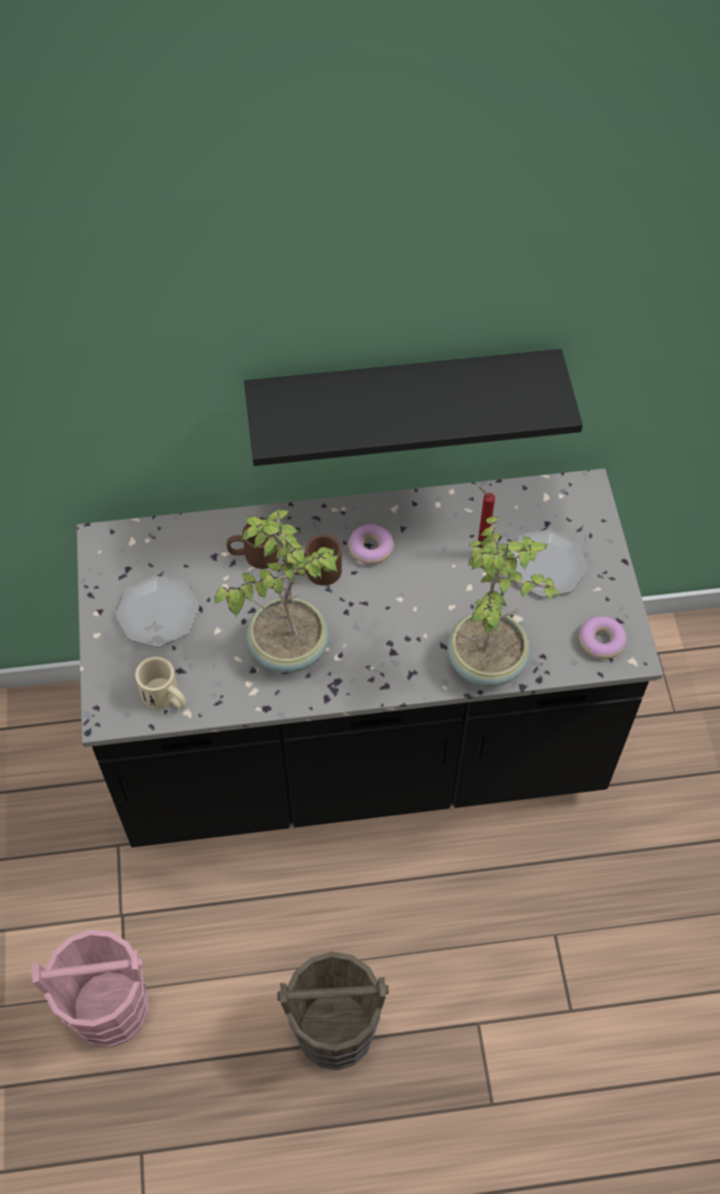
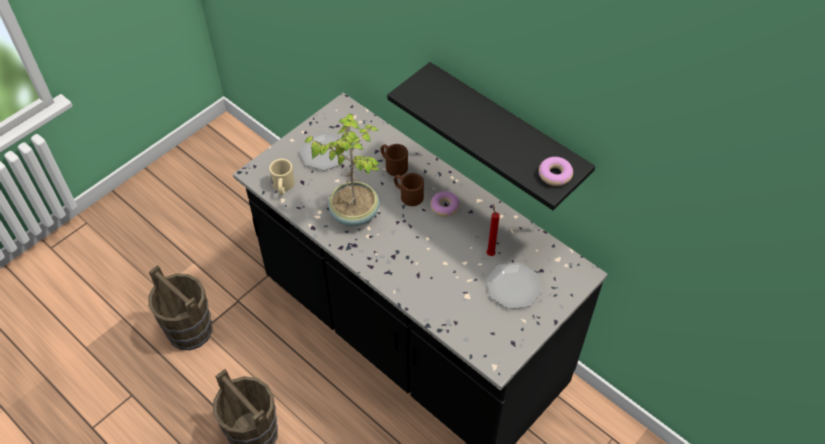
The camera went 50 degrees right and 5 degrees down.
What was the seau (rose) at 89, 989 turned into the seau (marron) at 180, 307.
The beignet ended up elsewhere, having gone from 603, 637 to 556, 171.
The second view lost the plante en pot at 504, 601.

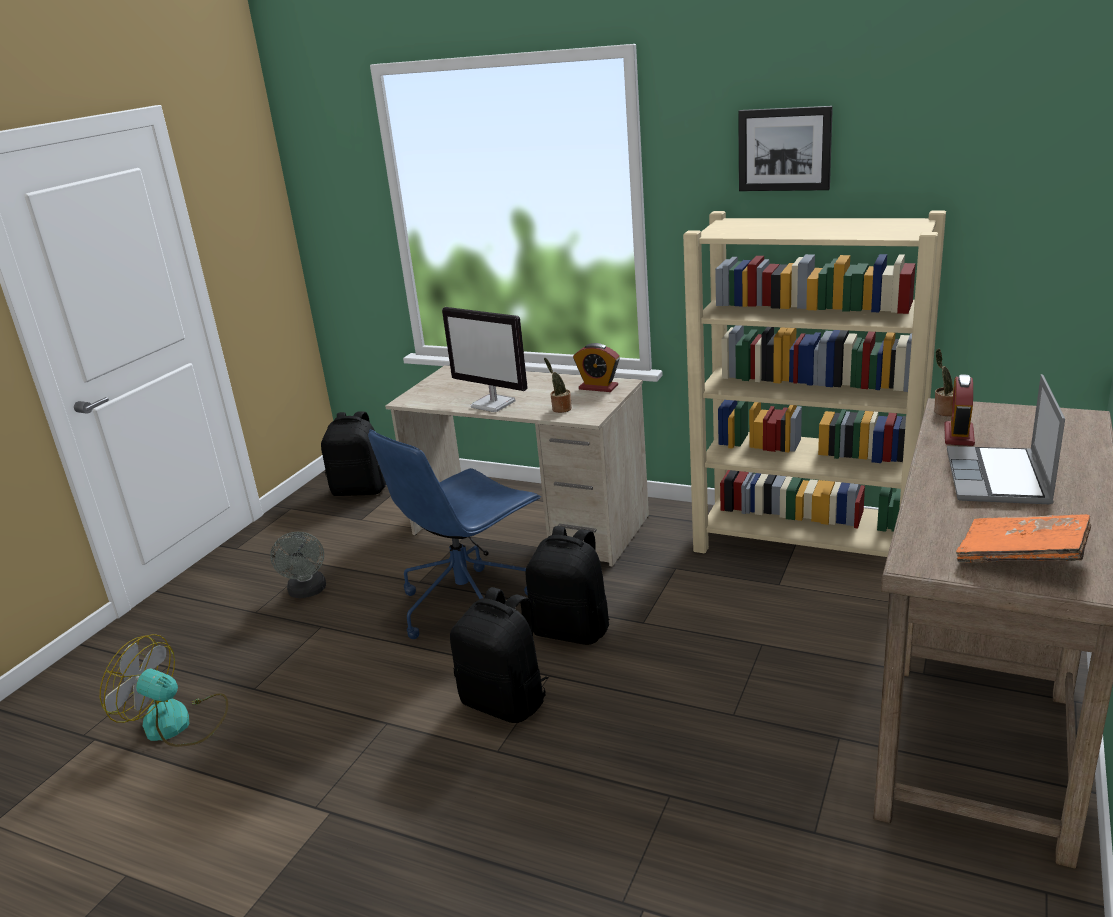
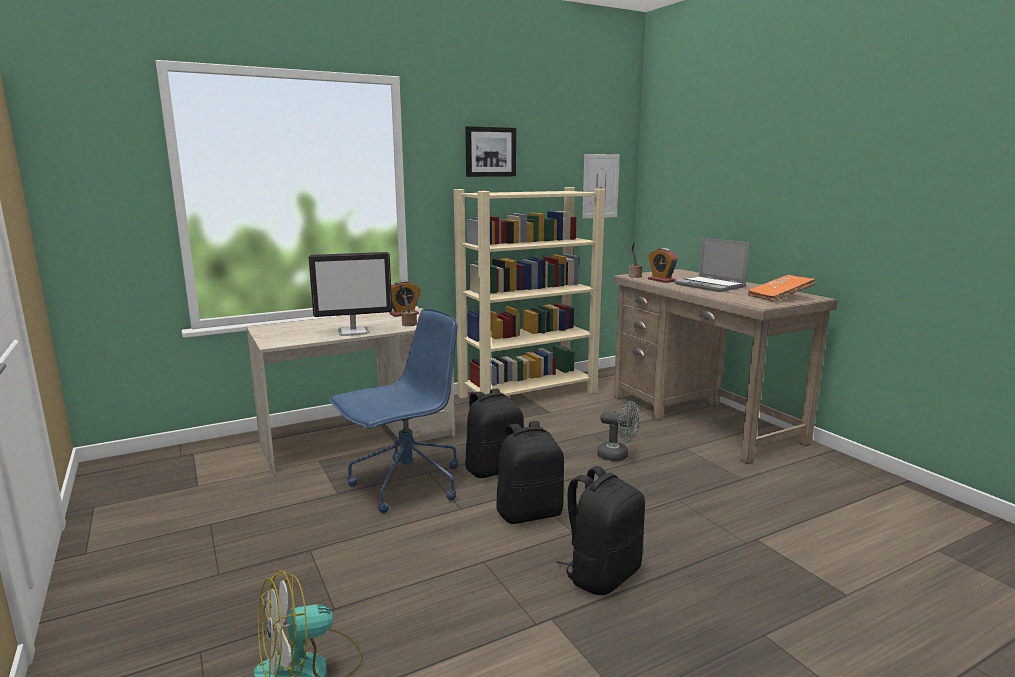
The camera went 55 degrees left and 10 degrees down.
The chaise de bureau (bleu) at 454, 534 ended up facing another way, 120 degrees counterclockwise from before.
The sac à dos (noir) ended up elsewhere, having gone from 353, 453 to 600, 530.
The second view gained the tableau at 601, 186.
The ventilateur (gris) ended up elsewhere, having gone from 298, 565 to 618, 431.

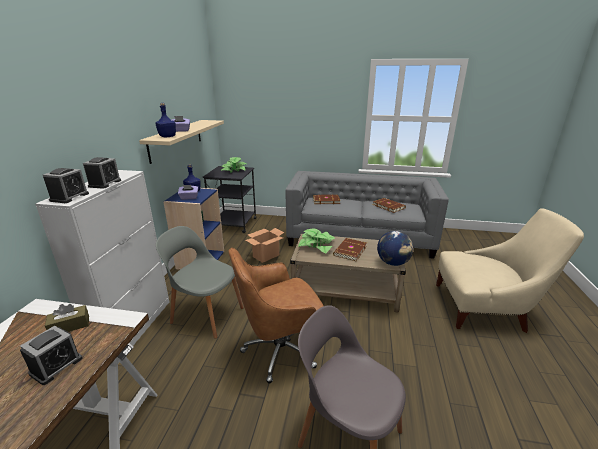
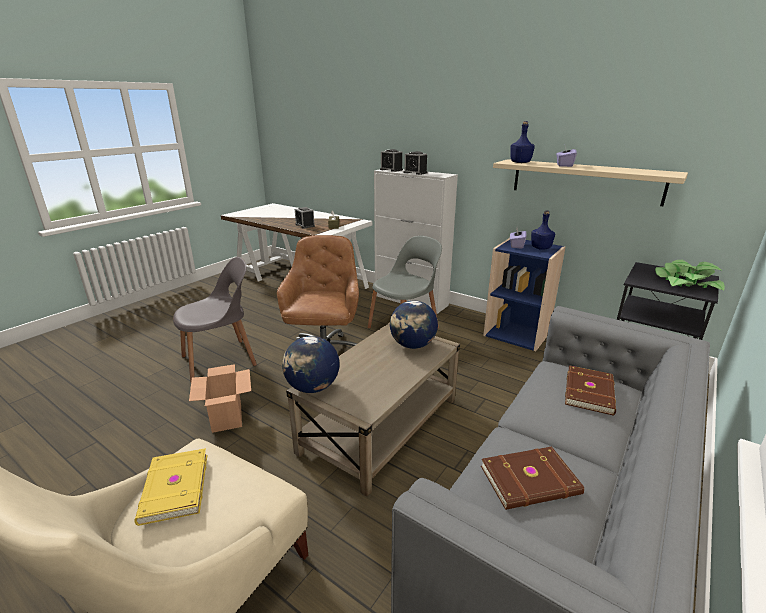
The camera went 115 degrees right and 0 degrees up.
The second view gained the livre (jaune) at 170, 487.
The carton ended up elsewhere, having gone from 264, 245 to 220, 398.
Where the plante en pot stood at 316, 241, the globe came to stand at 414, 325.
The second view lost the livre (marron) at 350, 249.

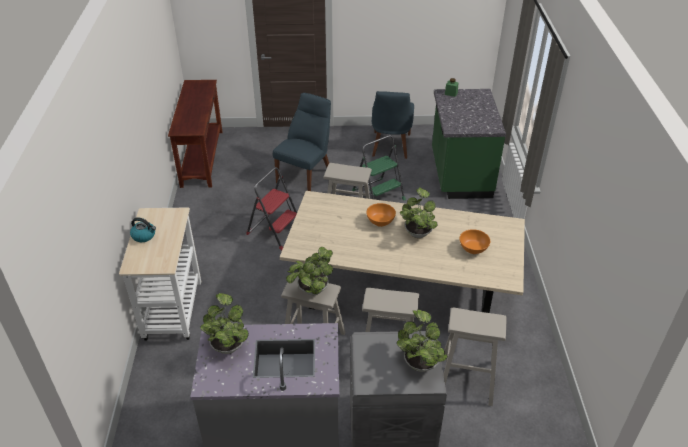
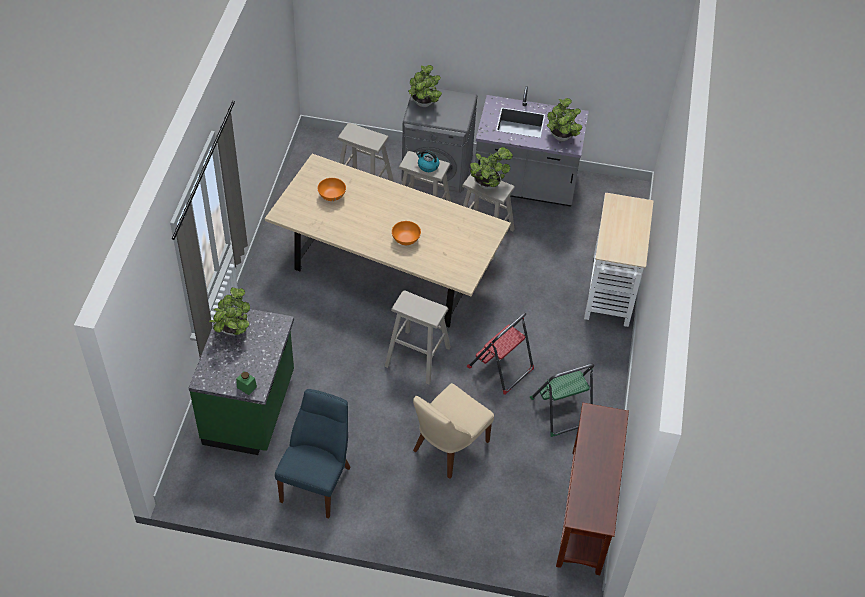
The camera went 170 degrees left and 10 degrees up.
The plante en pot ended up elsewhere, having gone from 418, 212 to 229, 311.
What was the chaise (bleu) at 302, 142 turned into the chaise (beige) at 453, 431.
The bouilloire ended up elsewhere, having gone from 143, 229 to 427, 161.
The escabeau (vert) ended up elsewhere, having gone from 379, 167 to 562, 400.

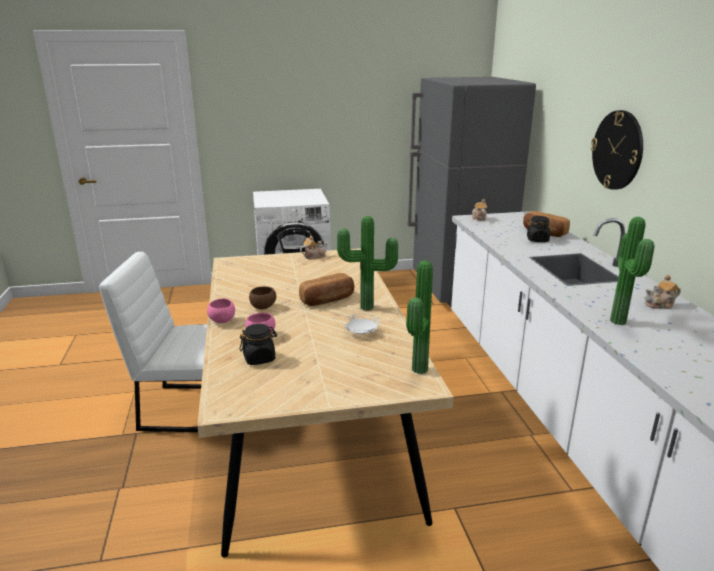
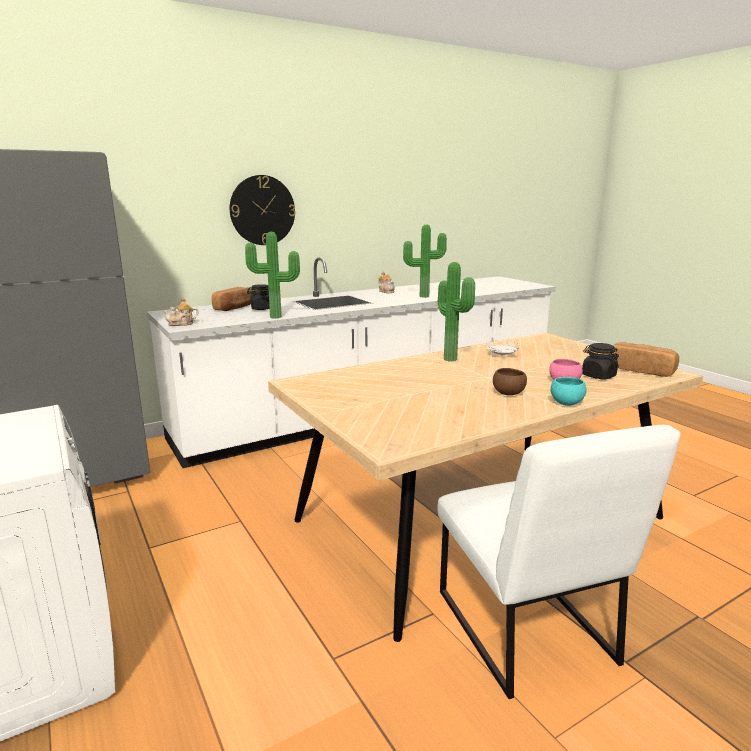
The camera went 110 degrees left and 5 degrees down.
The plante en pot ended up elsewhere, having gone from 419, 317 to 272, 275.
What was the bol (rose) at 221, 310 turned into the bol (turquoise) at 568, 391.
The pain ended up elsewhere, having gone from 326, 289 to 646, 359.
The second view lost the théière at 314, 247.

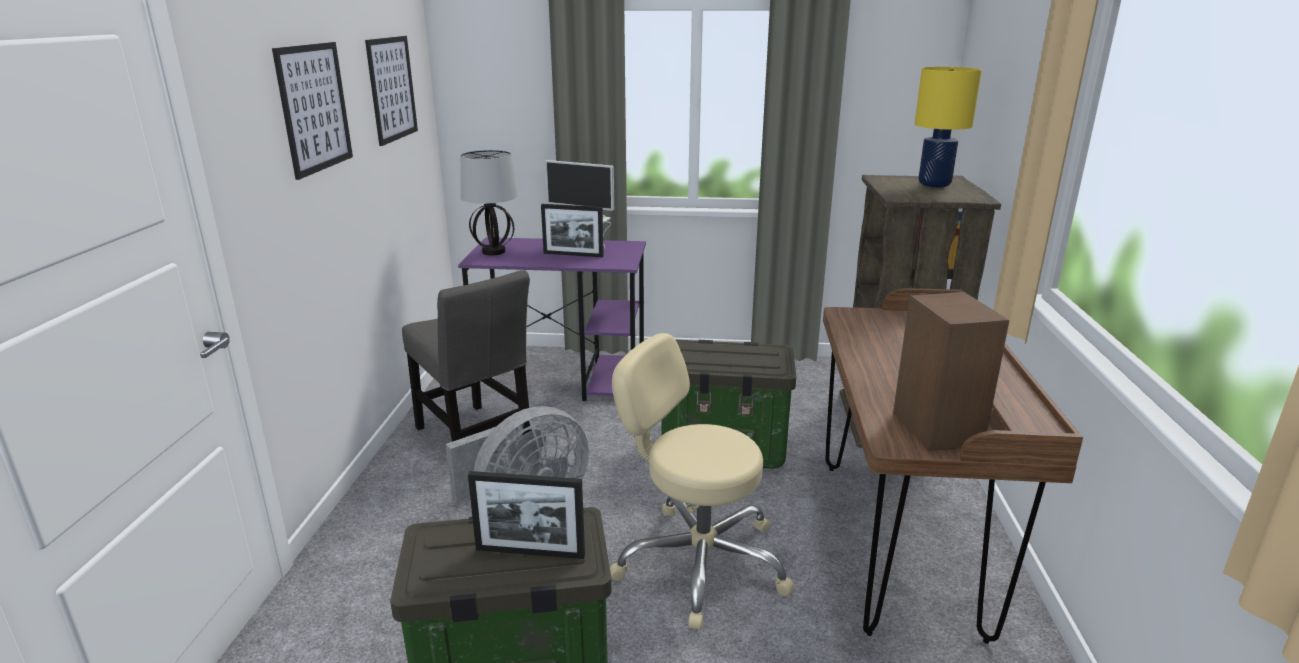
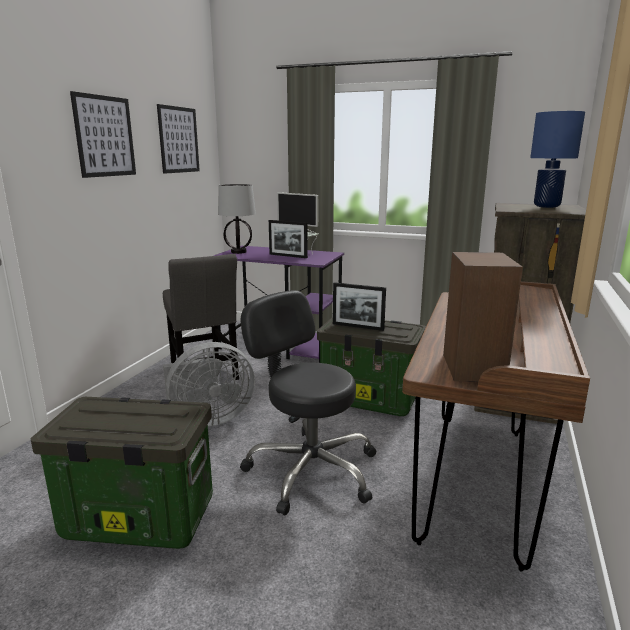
The camera went 15 degrees right and 5 degrees down.
What was the chaise de bureau (beige) at 702, 481 turned into the chaise de bureau (noir) at 308, 402.
The cadre photo ended up elsewhere, having gone from 526, 515 to 359, 306.
What was the lampe de table (jaune) at 948, 127 turned into the lampe de table (bleu) at 557, 159.

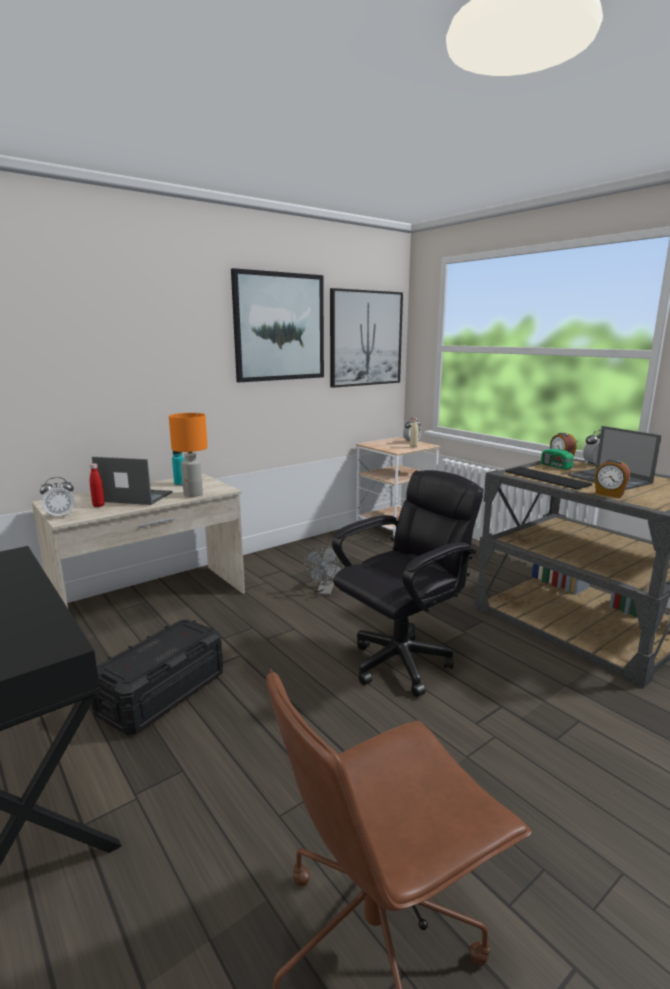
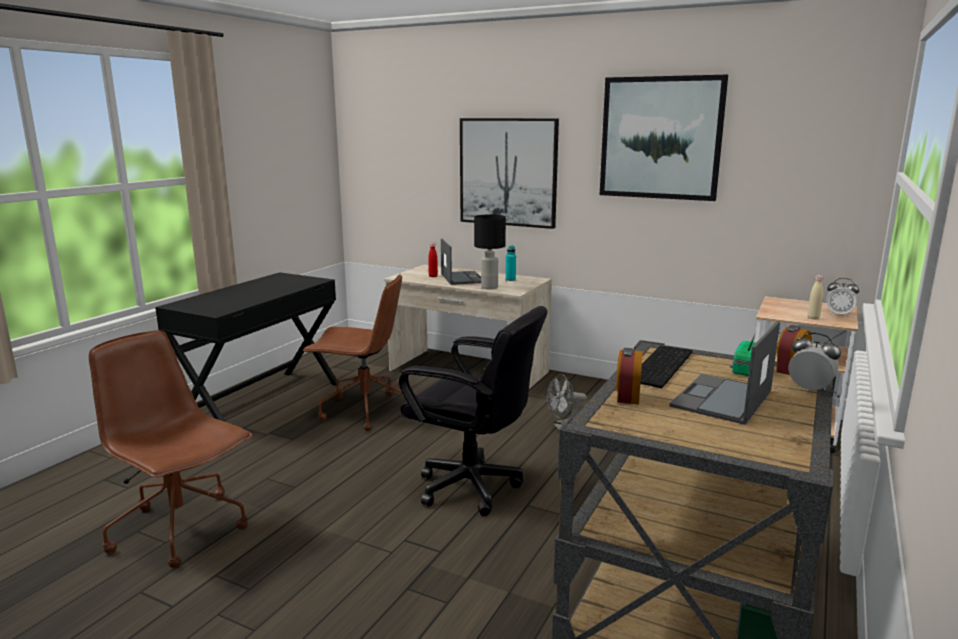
The camera went 65 degrees right and 0 degrees up.
Where the boîte de rangement (noir) stood at 157, 677, the chaise de bureau (marron) came to stand at 352, 352.
The tableau ended up elsewhere, having gone from 366, 338 to 509, 173.
What was the lampe de table (orange) at 188, 455 turned into the lampe de table (noir) at 490, 252.
The second view lost the réveil at 57, 498.

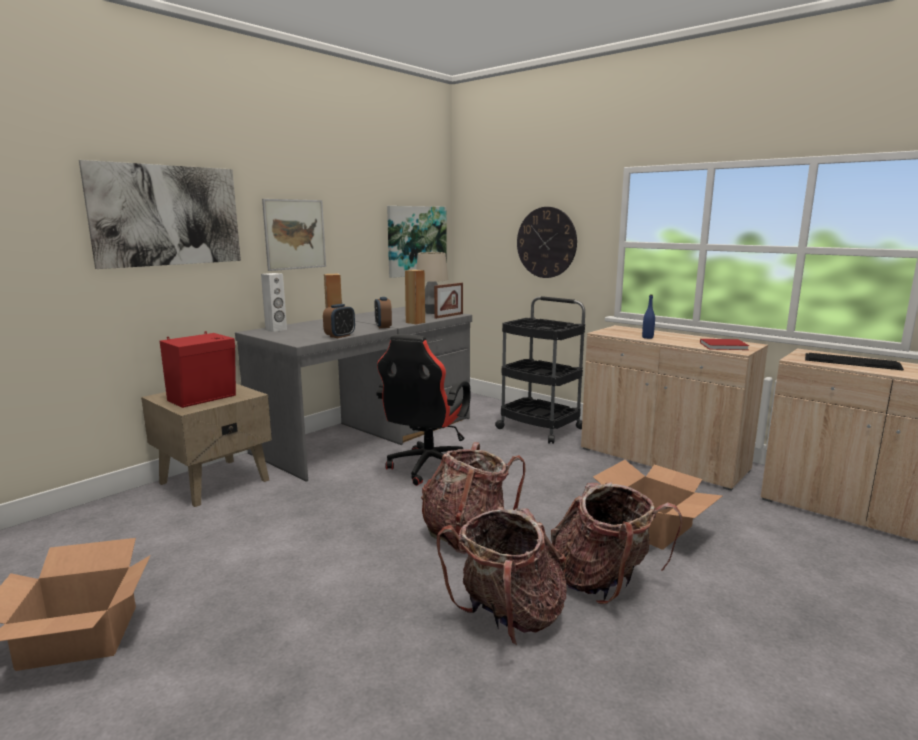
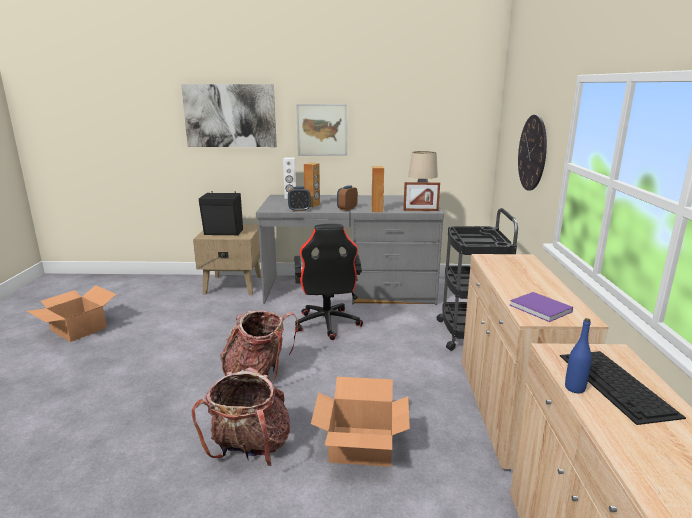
The camera went 50 degrees right and 5 degrees up.
What was the enceinte (rouge) at 198, 369 turned into the enceinte (noir) at 221, 213.
The chaise de bureau (noir) at 423, 410 ended up facing another way, 75 degrees counterclockwise from before.
What was the livre (rouge) at 724, 344 turned into the livre (violet) at 541, 307.
The bouteille (bleu) ended up elsewhere, having gone from 648, 316 to 578, 355.
The second view lost the tableau at 417, 242.
The second view lost the sac à dos at 502, 576.

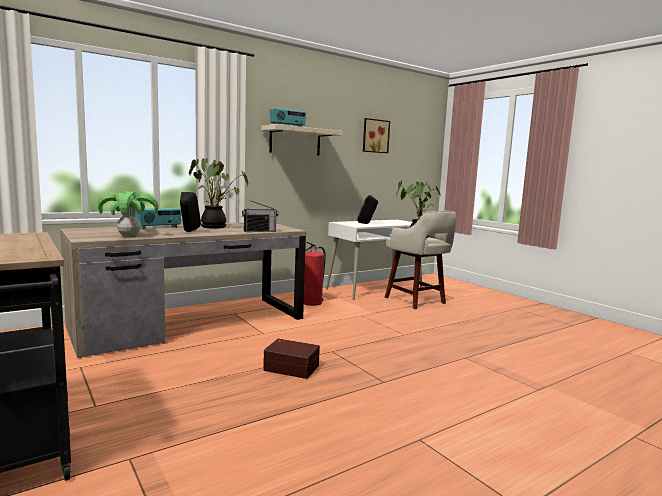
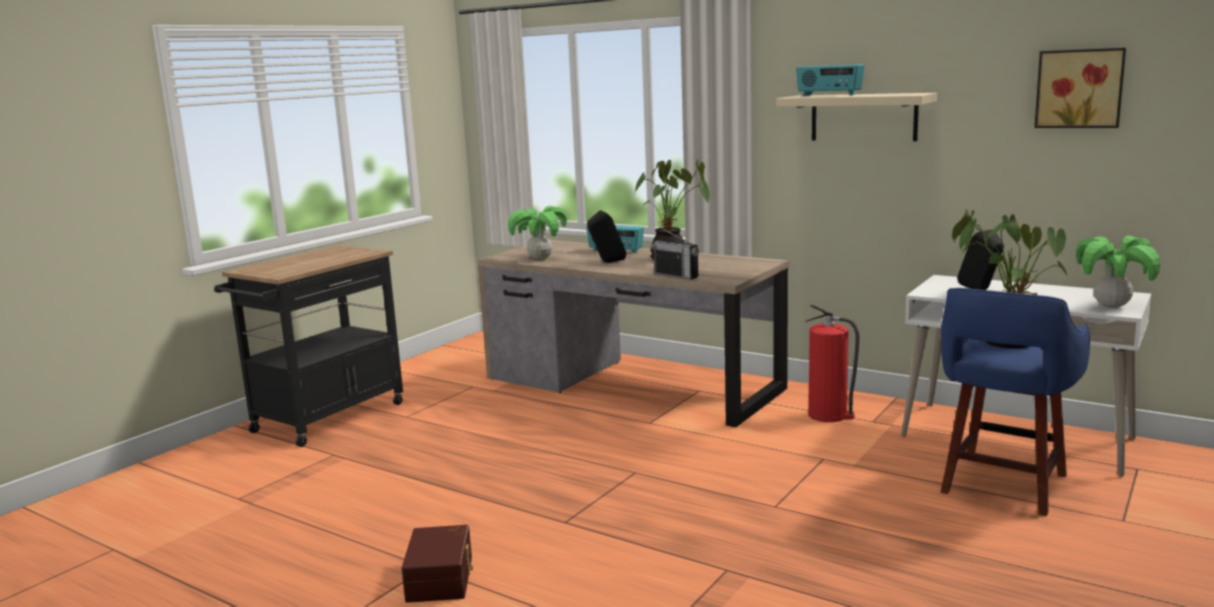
The camera went 70 degrees right and 5 degrees up.
The boîte de rangement (marron) ended up elsewhere, having gone from 291, 358 to 437, 564.
What was the tabouret (beige) at 421, 260 turned into the tabouret (bleu) at 1015, 402.
The second view gained the plante en pot at 1118, 272.

